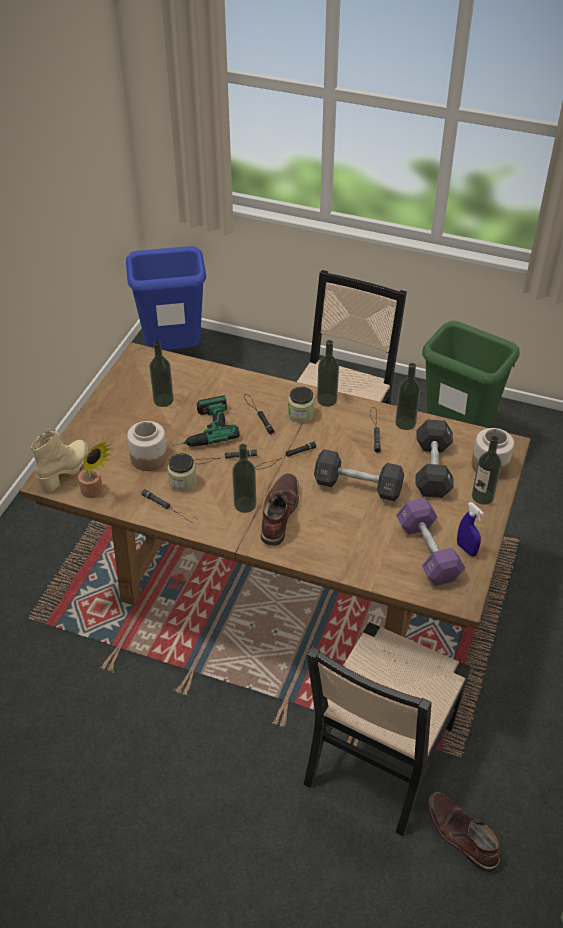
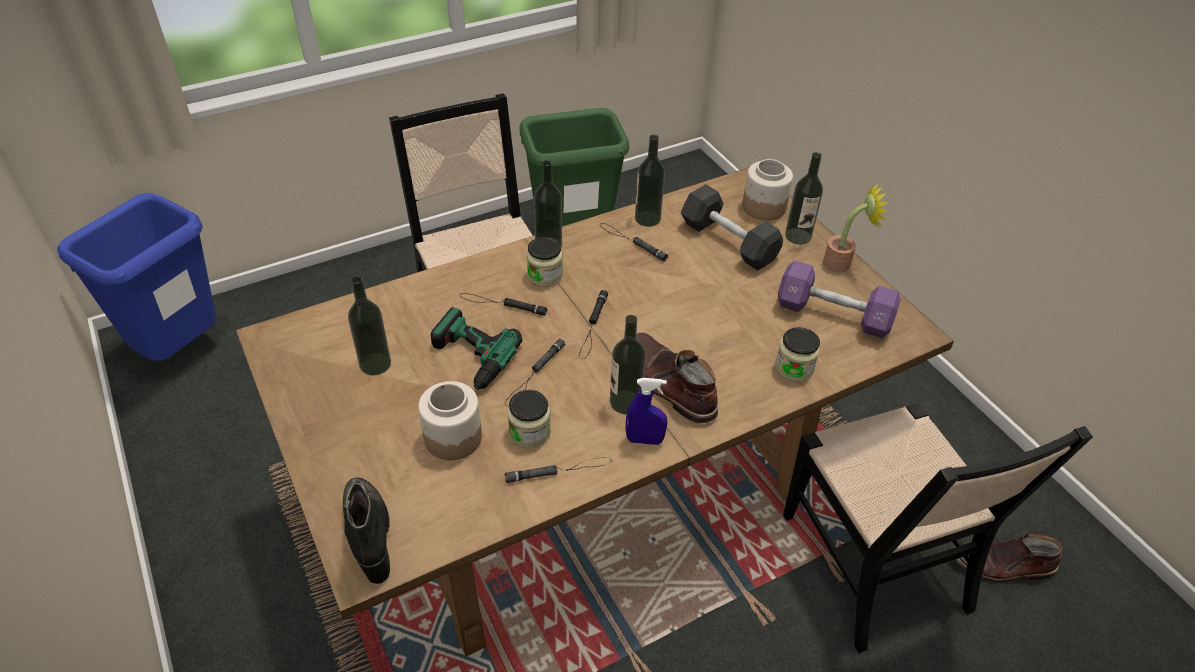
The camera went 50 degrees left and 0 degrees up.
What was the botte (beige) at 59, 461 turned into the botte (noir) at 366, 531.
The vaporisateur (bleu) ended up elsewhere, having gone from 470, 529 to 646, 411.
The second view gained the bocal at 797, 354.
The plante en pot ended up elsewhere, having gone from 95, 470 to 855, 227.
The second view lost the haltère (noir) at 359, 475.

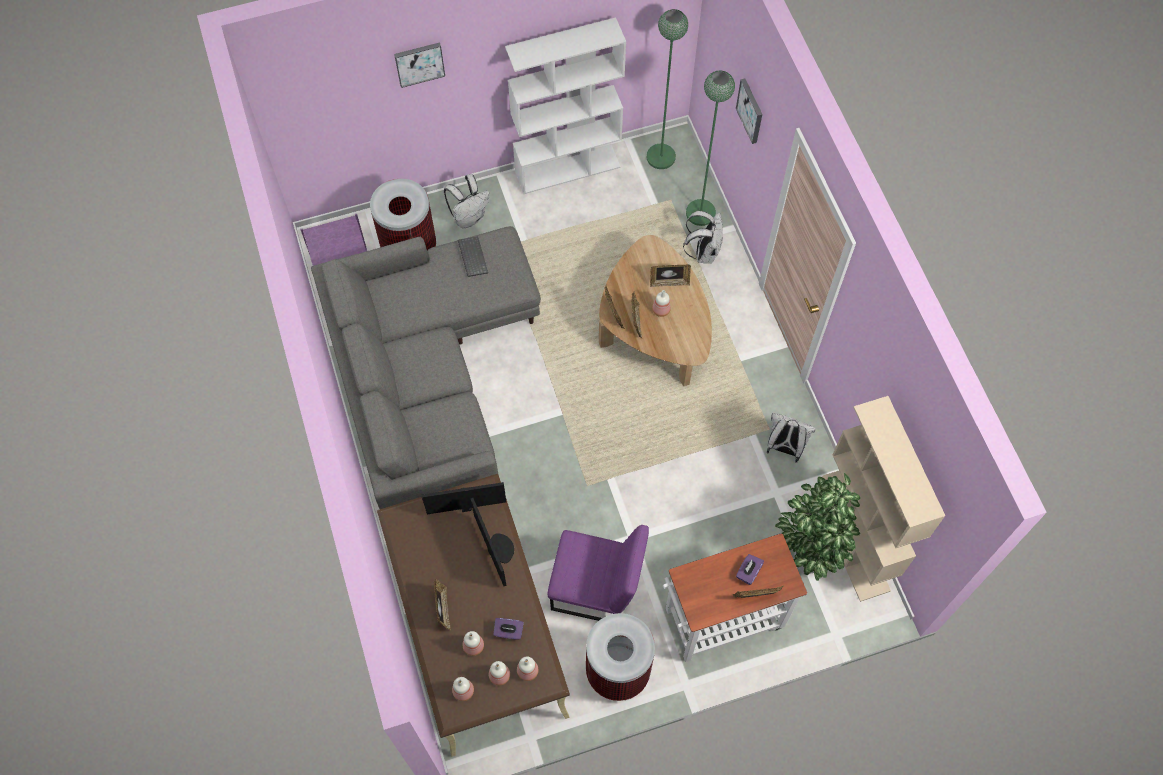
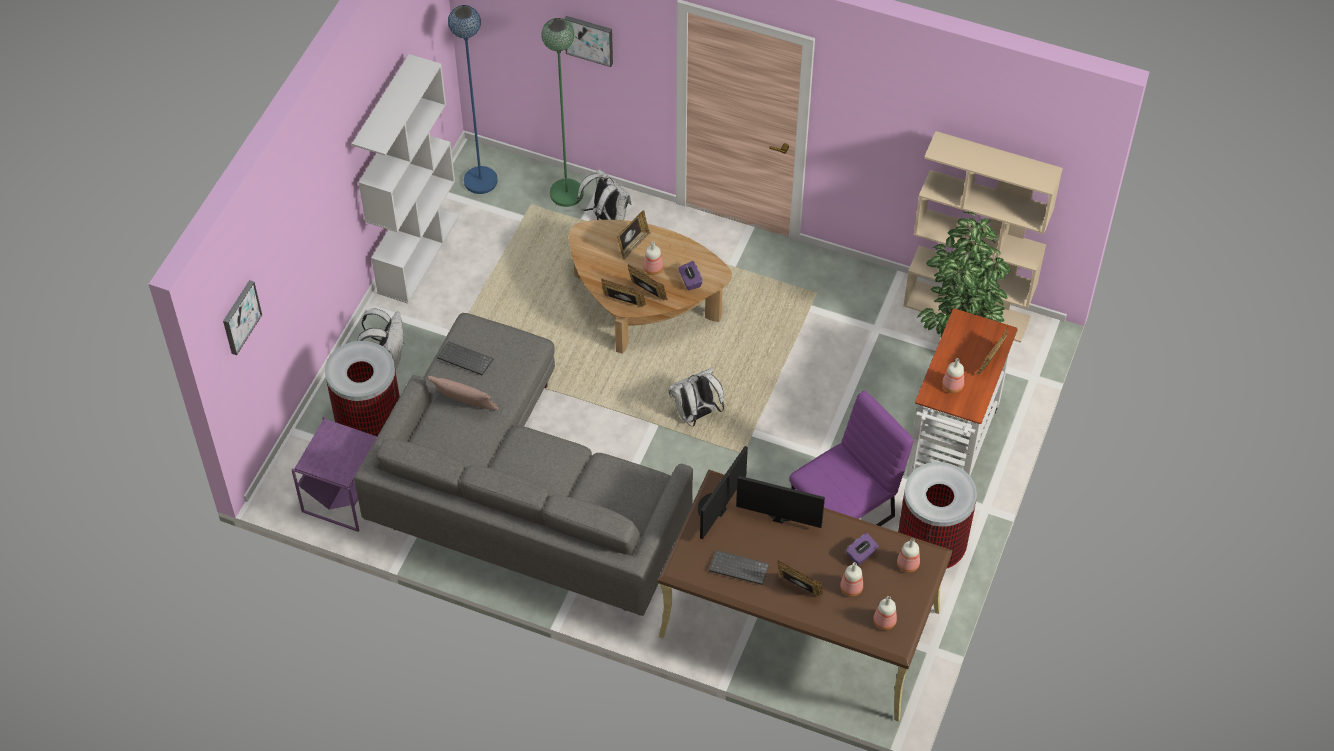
The camera went 50 degrees left and 10 degrees down.
The tableau ended up elsewhere, having gone from 419, 65 to 242, 317.
The second view gained the coussin (beige) at 462, 393.
What was the lampadaire (vert) at 667, 89 turned into the lampadaire (bleu) at 473, 99.
The sac à dos (blanc) ended up elsewhere, having gone from 791, 438 to 696, 397.
The boîte à mouchoirs (violet) ended up elsewhere, having gone from 750, 569 to 690, 275.
The second view gained the clavier at 739, 567.
The bouteille ended up elsewhere, having gone from 499, 673 to 953, 375.

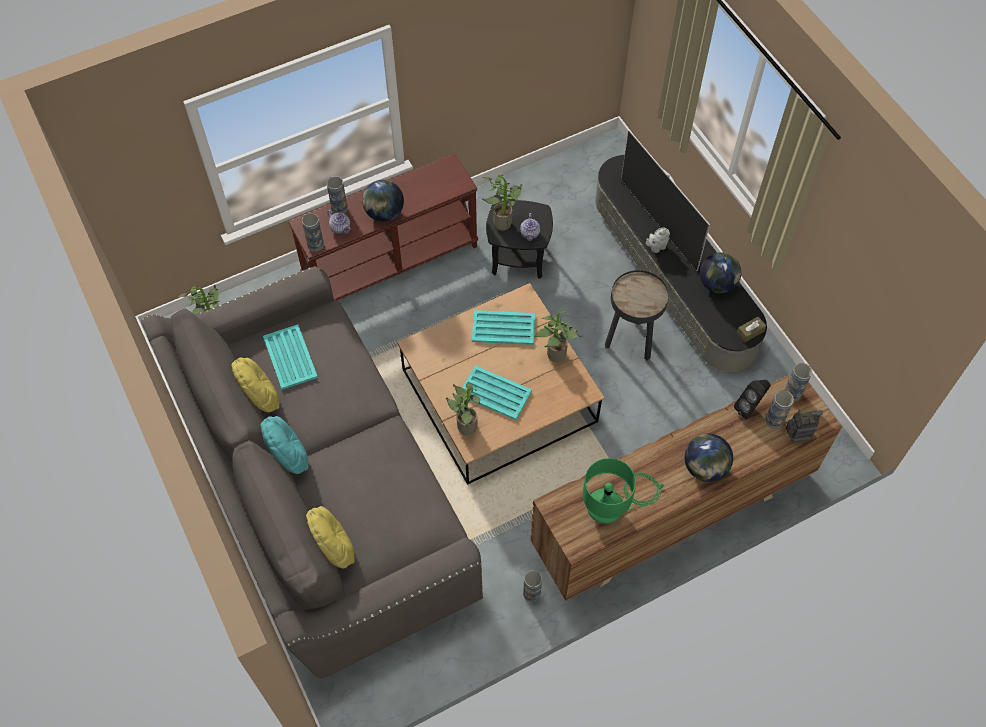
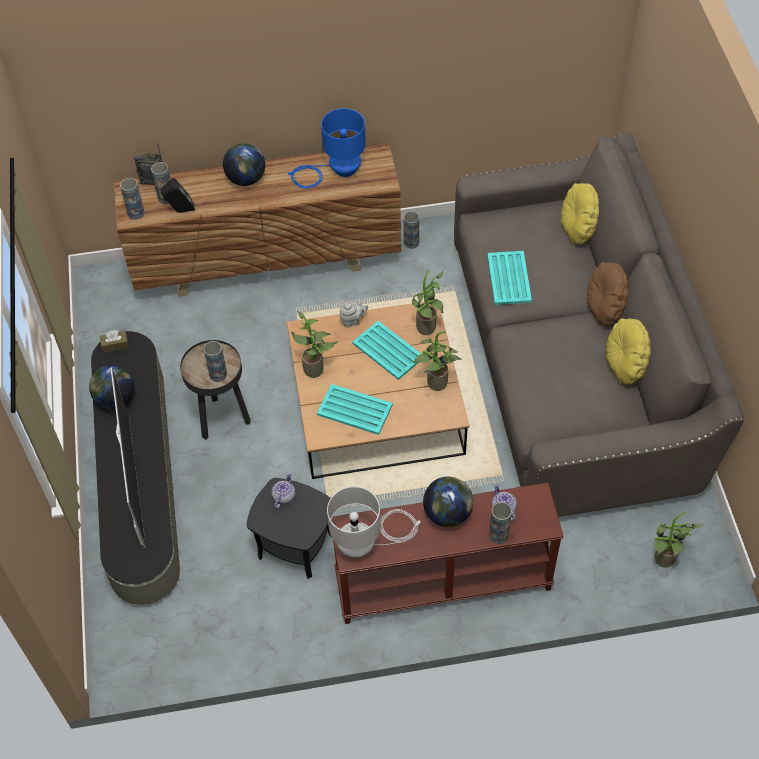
The camera went 160 degrees left and 5 degrees down.
The vase ended up elsewhere, having gone from 313, 232 to 215, 361.
What was the lampe de table (vert) at 623, 491 turned into the lampe de table (bleu) at 327, 148.
The second view gained the lampe de table (blanc) at 374, 522.
The théière (gris) ended up elsewhere, having gone from 658, 240 to 353, 315.
The plante en pot ended up elsewhere, having gone from 502, 202 to 437, 361.
The plateau (turquoise) ended up elsewhere, having gone from 290, 357 to 509, 278.
What was the coussin (turquoise) at 284, 445 turned into the coussin (marron) at 608, 294.

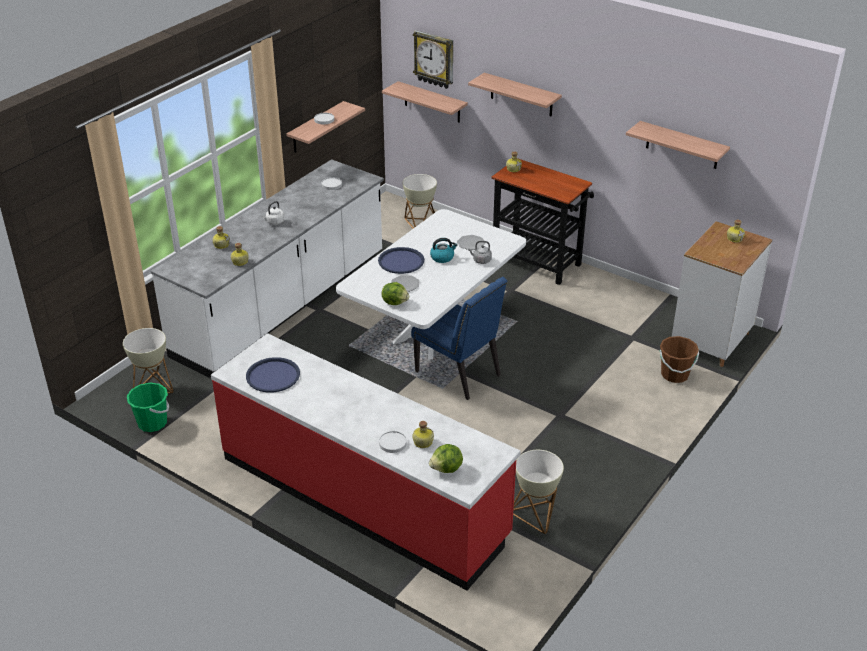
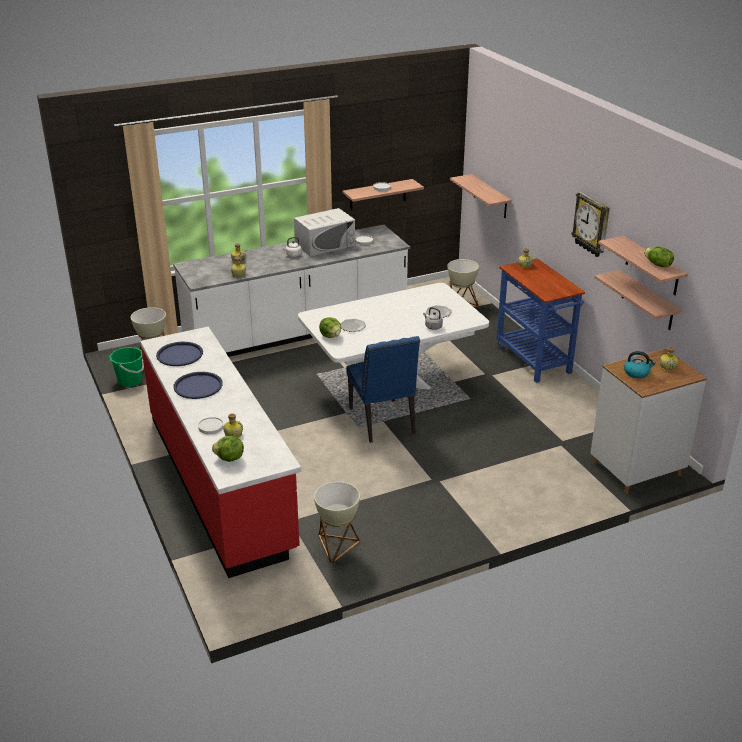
The camera went 30 degrees right and 5 degrees down.
The plateau (bleu) ended up elsewhere, having gone from 401, 260 to 198, 385.
The second view gained the micro-ondes (blanc) at 324, 232.
What was the chariot (noir) at 542, 221 turned into the chariot (bleu) at 540, 320.
The horloge murale ended up elsewhere, having gone from 433, 59 to 590, 224.
The étagère ended up elsewhere, having gone from 515, 94 to 638, 300.
The bouilloire ended up elsewhere, having gone from 444, 250 to 640, 364.
The second view gained the laitue at 659, 257.
The second view lost the seau (marron) at 679, 359.

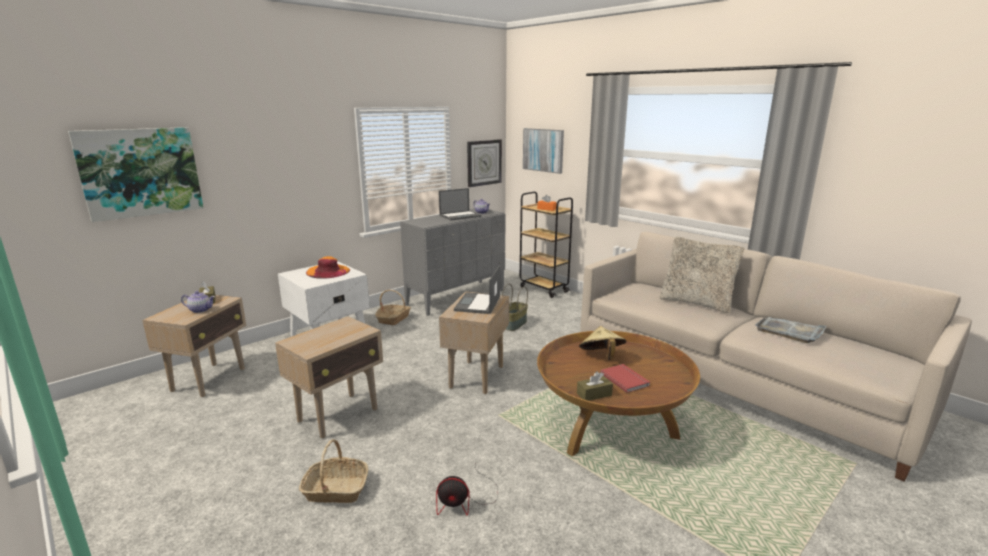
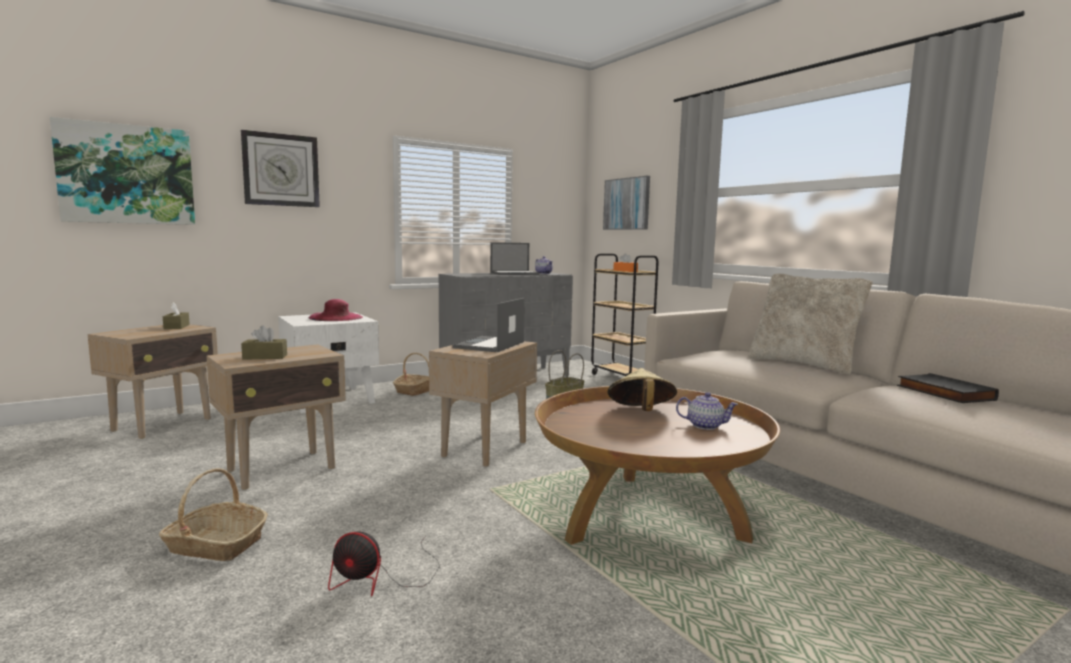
The camera went 10 degrees right and 10 degrees down.
The horloge murale ended up elsewhere, having gone from 484, 163 to 280, 168.
The boîte à mouchoirs (marron) ended up elsewhere, having gone from 595, 386 to 264, 342.
What was the chapeau (orange) at 328, 267 turned into the chapeau (rose) at 336, 310.
The théière ended up elsewhere, having gone from 198, 302 to 707, 411.
Where the plateau (gris) stood at 791, 330, the livre (noir) came to stand at 948, 388.
The second view lost the livre (rouge) at 625, 378.

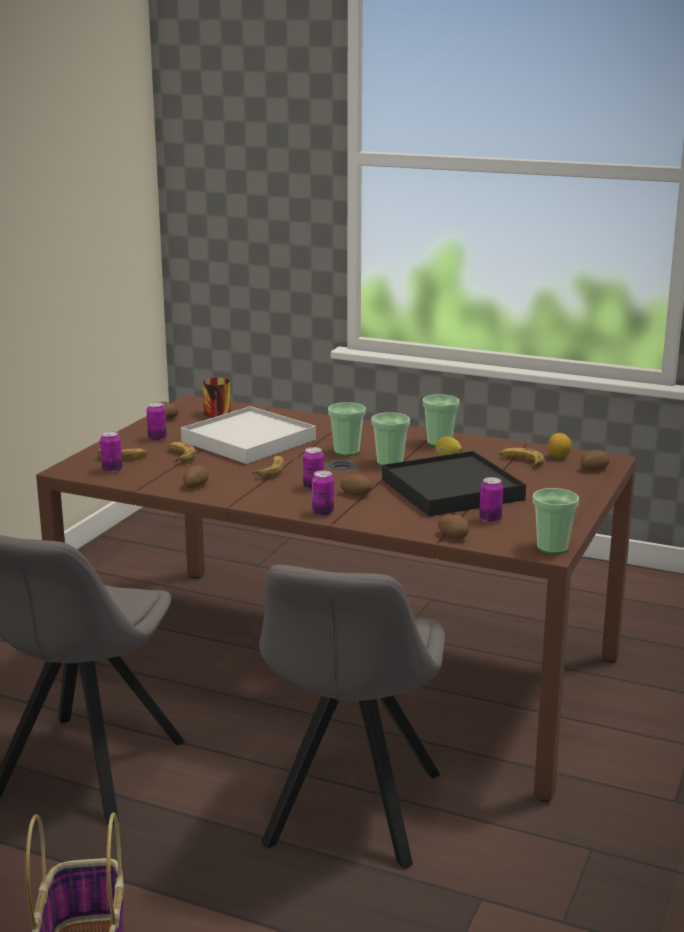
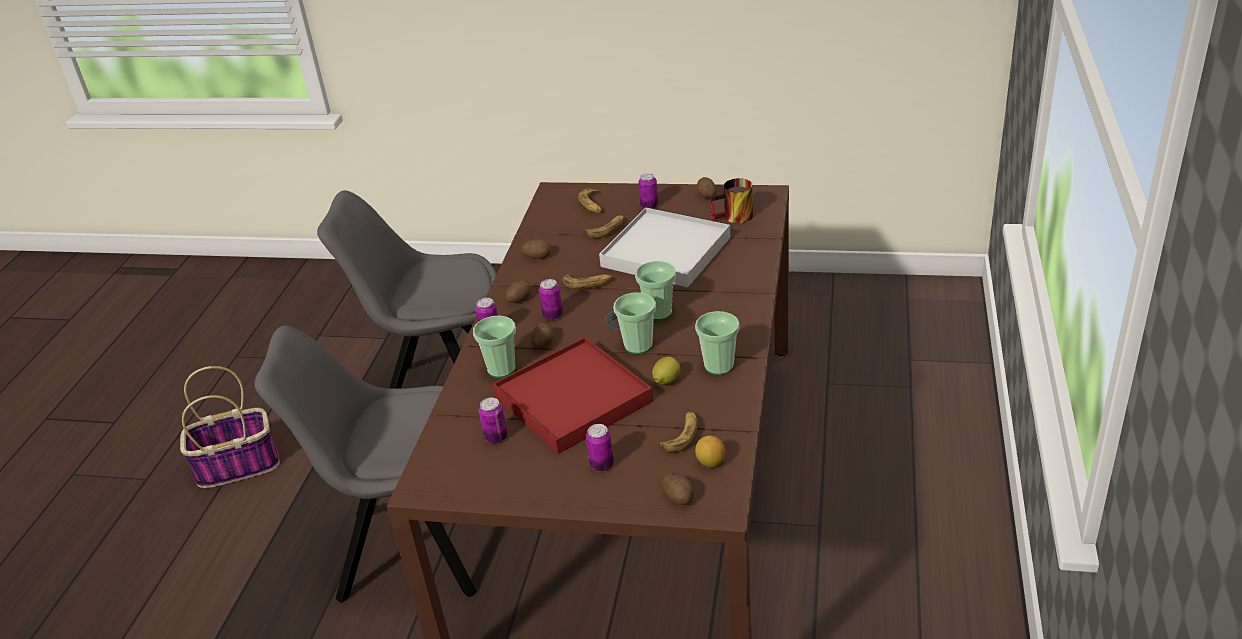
The camera went 80 degrees right and 15 degrees up.
The tasse ended up elsewhere, having gone from 556, 521 to 494, 346.
What was the plateau (noir) at 454, 484 turned into the plateau (rouge) at 573, 395.
The pomme de terre ended up elsewhere, having gone from 453, 527 to 518, 291.
The boîte métallique ended up elsewhere, having gone from 111, 452 to 600, 448.

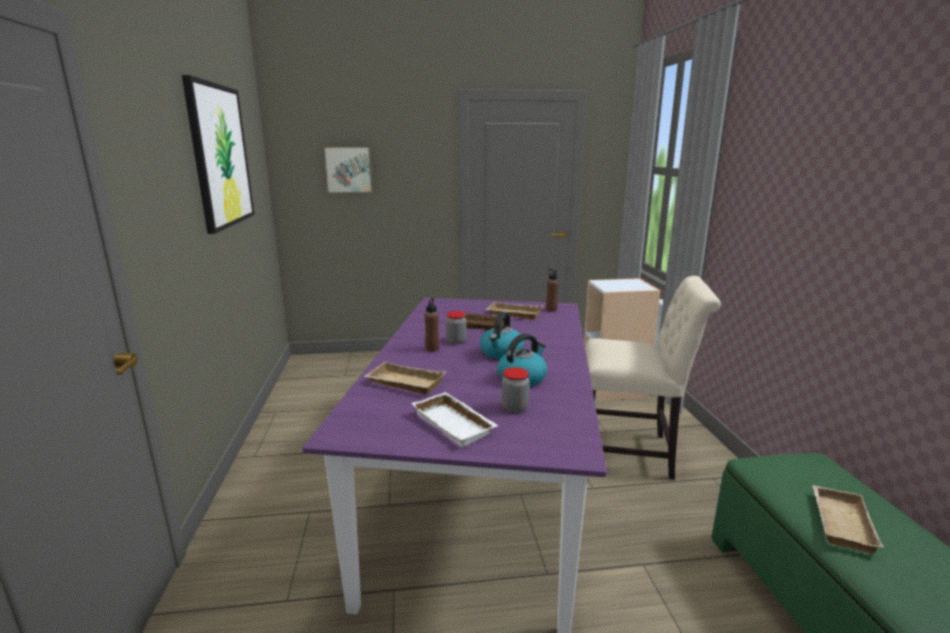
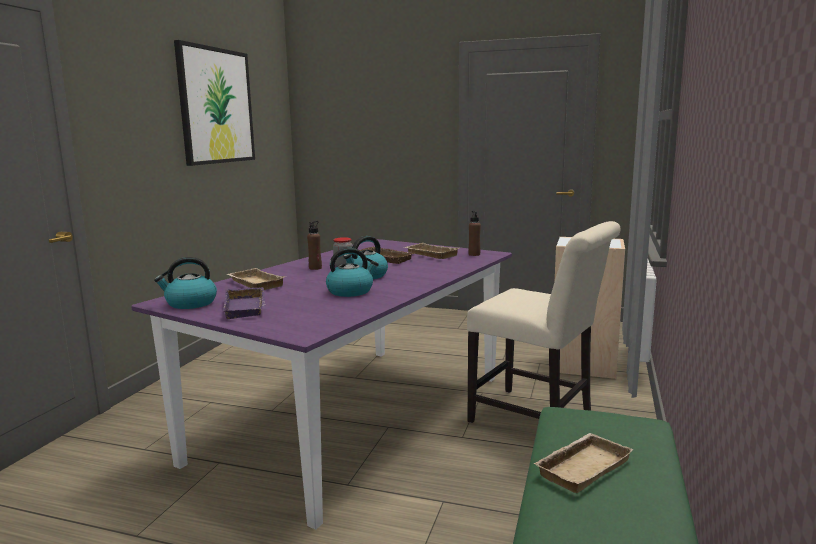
The camera went 25 degrees right and 5 degrees down.
The second view gained the bouilloire at 185, 283.
What was the plateau (blanc) at 455, 420 turned into the plateau (violet) at 244, 303.
The second view lost the tableau at 348, 169.
The second view lost the bocal at 515, 390.

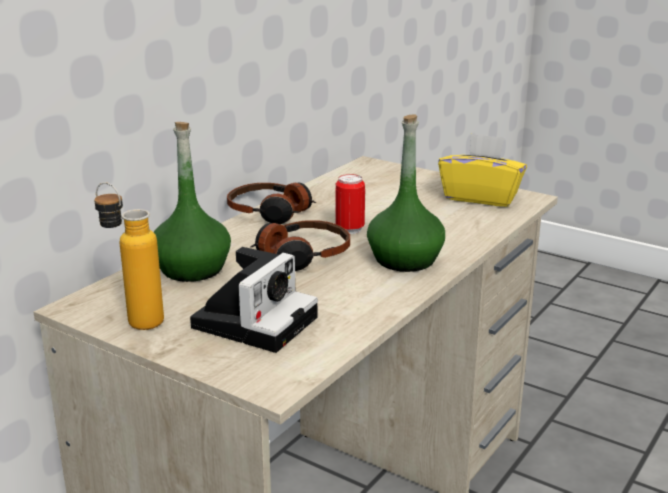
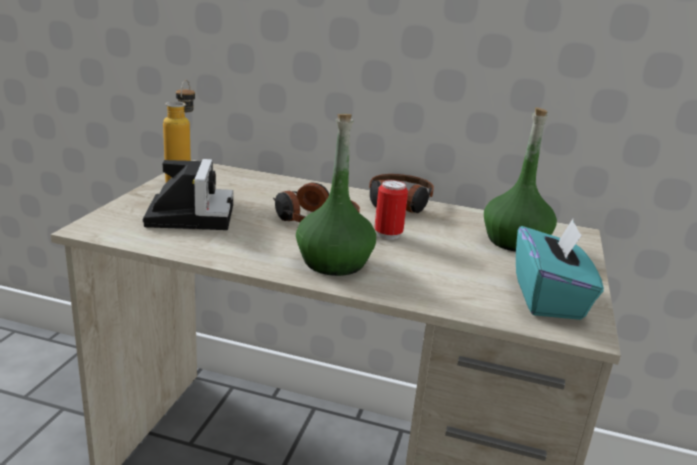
The camera went 70 degrees right and 0 degrees up.
The appareil photo at 254, 300 ended up facing another way, 105 degrees counterclockwise from before.
The bouteille (vert) ended up elsewhere, having gone from 192, 202 to 520, 179.
What was the boîte à mouchoirs (jaune) at 482, 170 turned into the boîte à mouchoirs (turquoise) at 560, 269.

